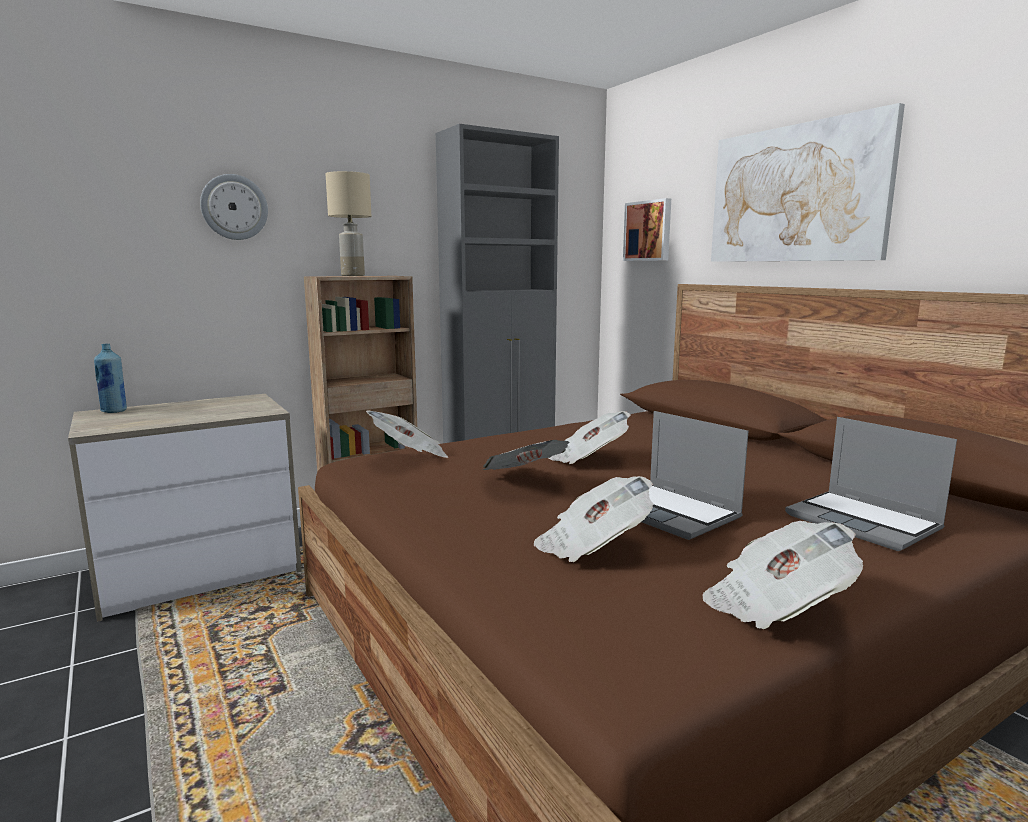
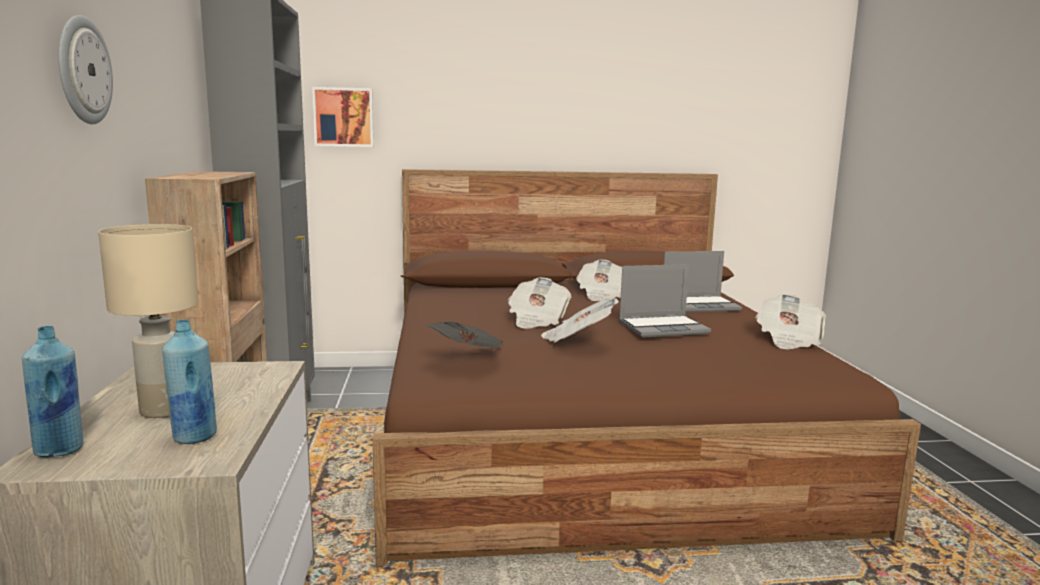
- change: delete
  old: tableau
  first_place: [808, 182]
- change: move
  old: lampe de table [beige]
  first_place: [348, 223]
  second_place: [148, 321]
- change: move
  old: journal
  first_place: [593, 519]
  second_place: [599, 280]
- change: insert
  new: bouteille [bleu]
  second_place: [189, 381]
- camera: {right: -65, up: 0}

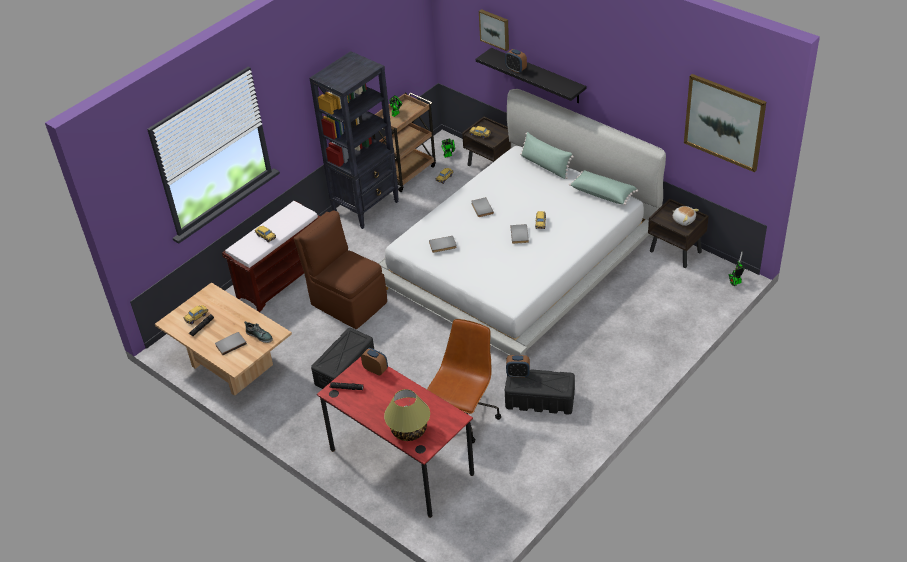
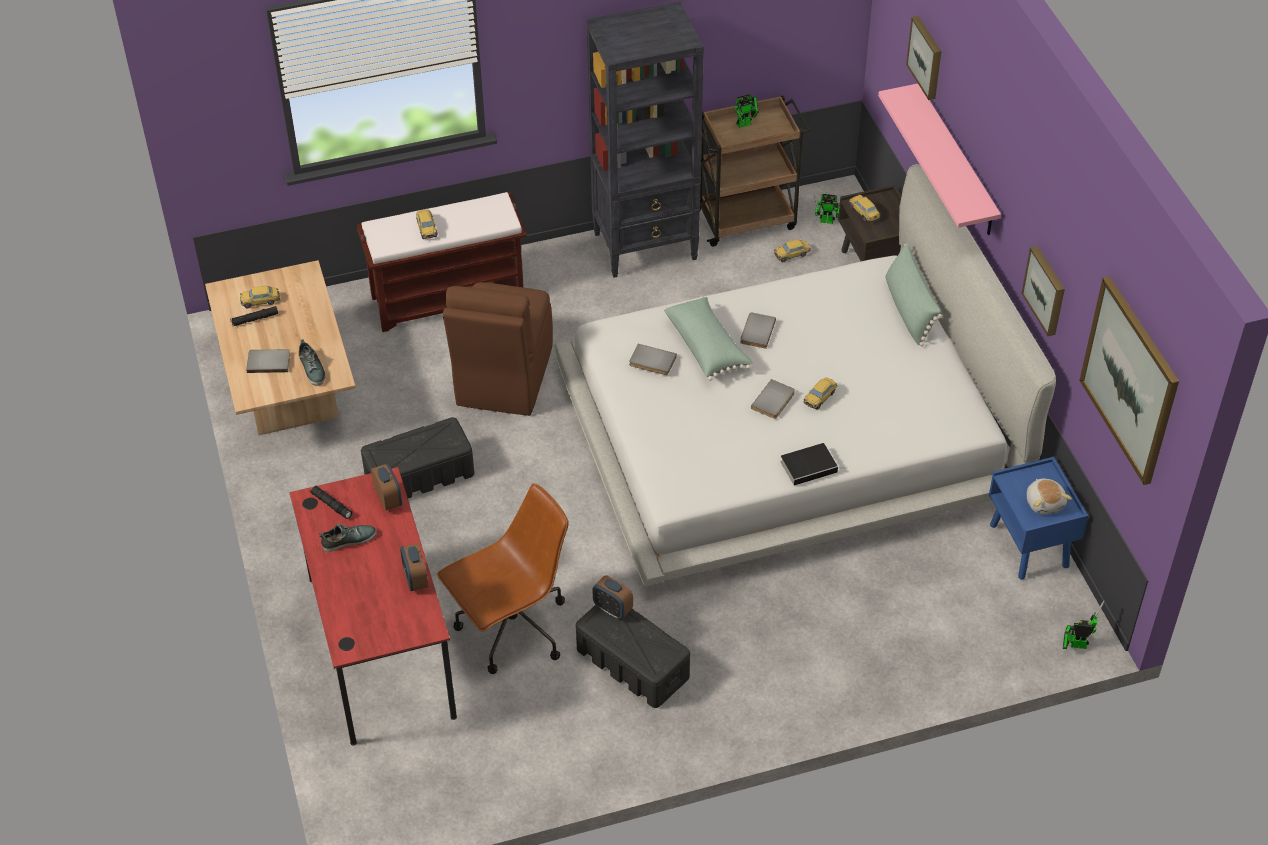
- change: recolor
  old: étagère [noir]
  new: étagère [rose]
  first_place: [531, 75]
  second_place: [939, 159]
- change: move
  old: réveil
  first_place: [516, 61]
  second_place: [414, 567]
- change: move
  old: coussin [vert]
  first_place: [603, 187]
  second_place: [708, 338]
- change: recolor
  old: table de chevet [marron]
  new: table de chevet [bleu]
  first_place: [678, 233]
  second_place: [1038, 518]
- change: rotate
  old: chaise [marron]
  first_place: [340, 269]
  second_place: [498, 349]
  degrees: -150
- change: delete
  old: lampe de table
  first_place: [407, 415]
- change: insert
  new: tableau
  second_place: [1043, 291]
- change: insert
  new: livre
  second_place: [812, 464]
- change: insert
  new: chaussure
  second_place: [347, 538]
- camera: {right: 30, up: 5}

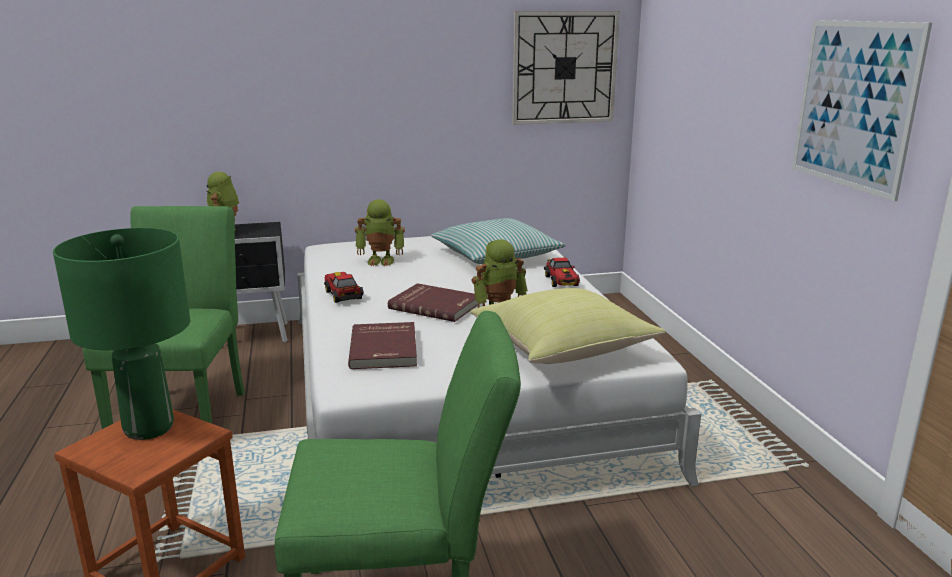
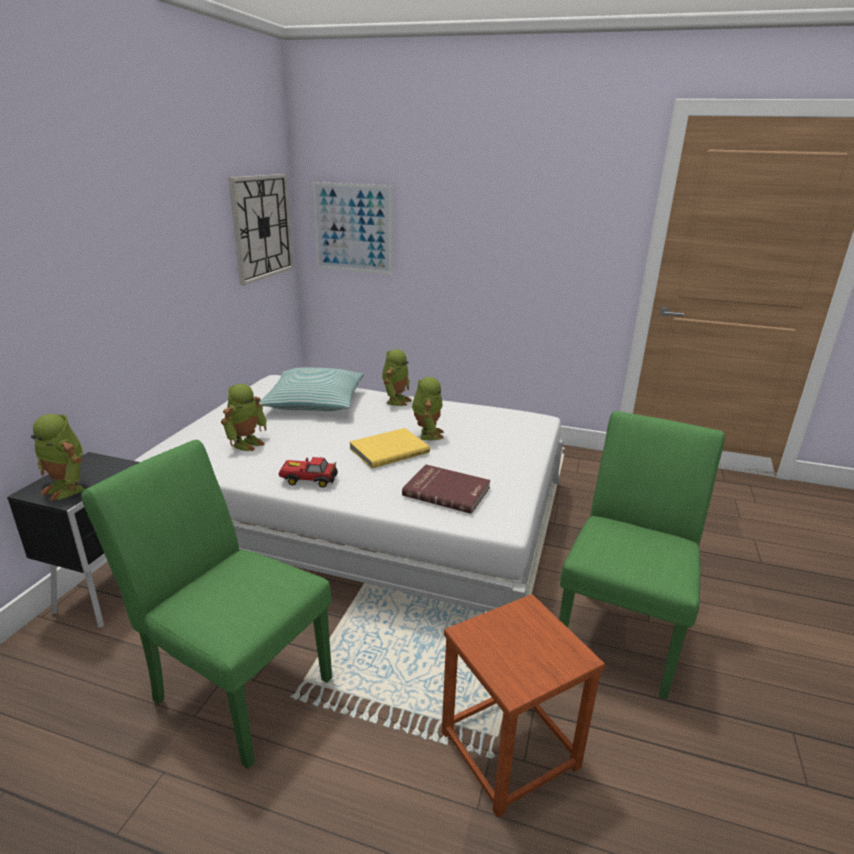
- change: move
  old: tableau
  first_place: [862, 110]
  second_place: [352, 228]
- change: delete
  old: lampe de table [vert]
  first_place: [121, 334]
- change: replace
  old: petite voiture
  new: robot jouet
  first_place: [562, 272]
  second_place: [397, 377]
- change: recolor
  old: livre [rouge]
  new: livre [jaune]
  first_place: [433, 302]
  second_place: [389, 448]
- change: delete
  old: coussin [jaune]
  first_place: [567, 326]
- camera: {right: -60, up: 5}

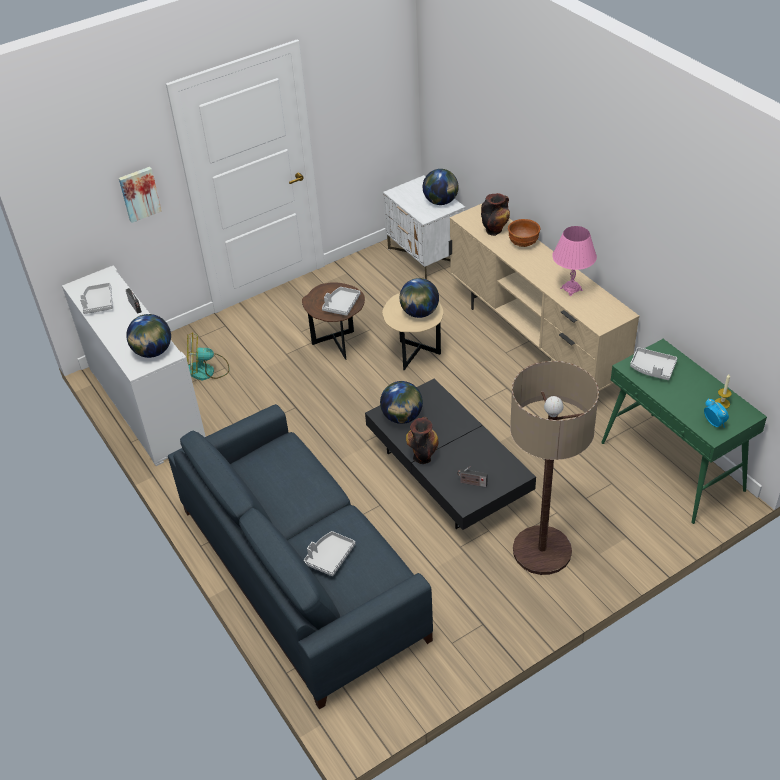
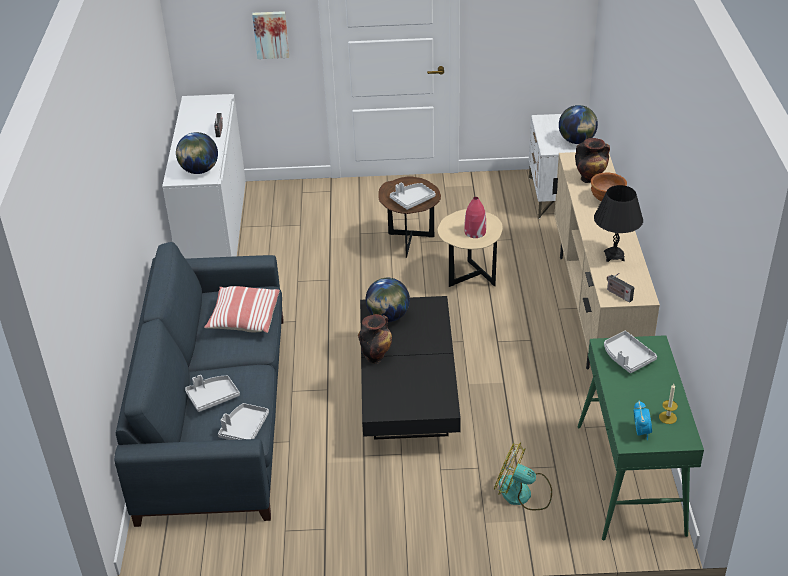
- change: recolor
  old: lampe de table [rose]
  new: lampe de table [noir]
  first_place: [574, 261]
  second_place: [618, 223]
- change: replace
  old: globe
  new: vase [rouge]
  first_place: [419, 298]
  second_place: [475, 217]
- change: move
  old: plateau [gris]
  first_place: [96, 298]
  second_place: [243, 421]
- change: move
  old: ventilateur
  first_place: [208, 356]
  second_place: [523, 476]
- change: delete
  old: lampadaire
  first_place: [554, 468]
- change: move
  old: radio
  first_place: [472, 476]
  second_place: [620, 288]
- change: insert
  new: coussin
  second_place: [242, 309]
- camera: {right: 30, up: -5}

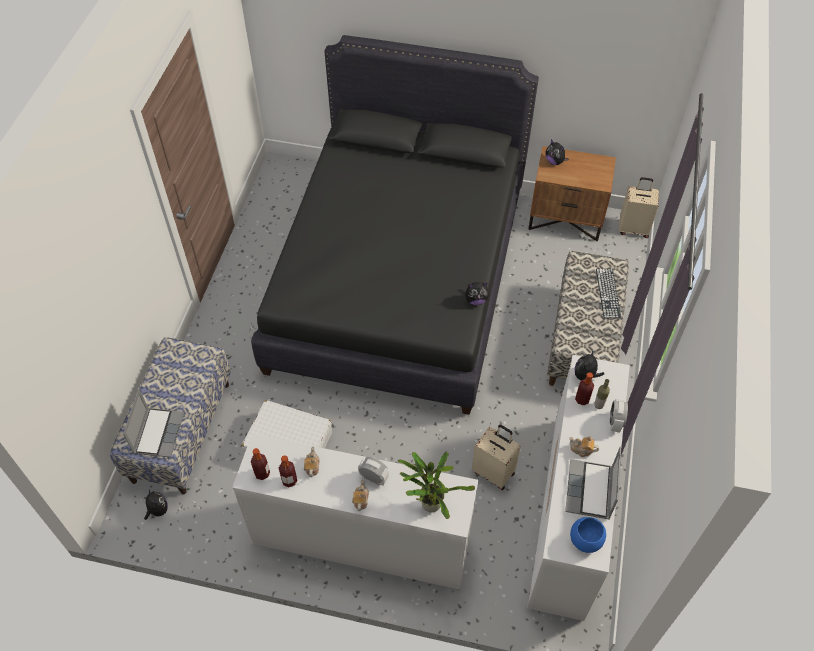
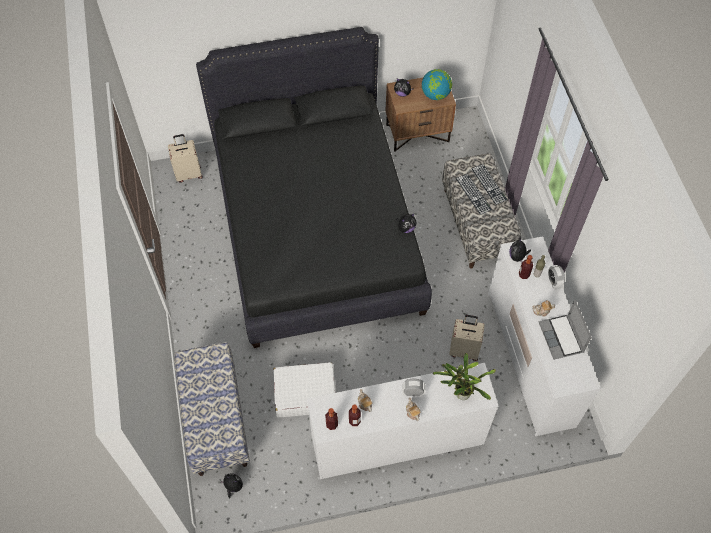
- change: move
  old: valise [beige]
  first_place: [639, 207]
  second_place: [185, 158]
- change: delete
  old: ordinateur portable
  first_place: [153, 423]
- change: delete
  old: bol [bleu]
  first_place: [588, 535]
- change: insert
  new: globe
  second_place: [437, 84]
- change: insert
  new: clavier
  second_place: [474, 194]
- camera: {right: -25, up: 5}

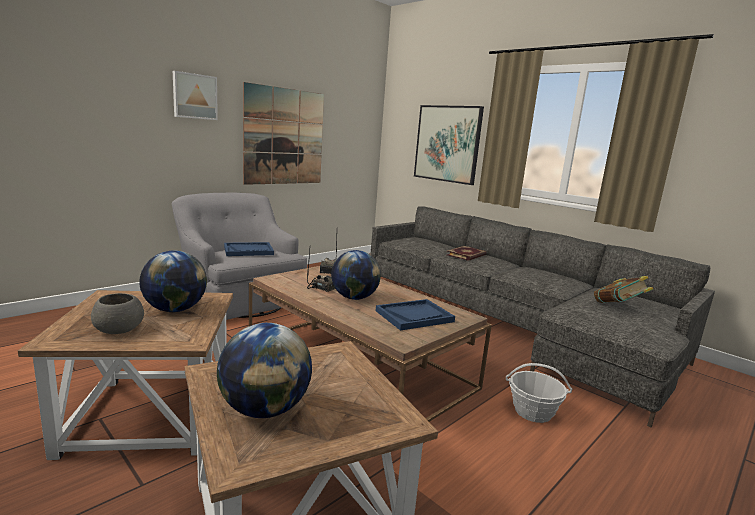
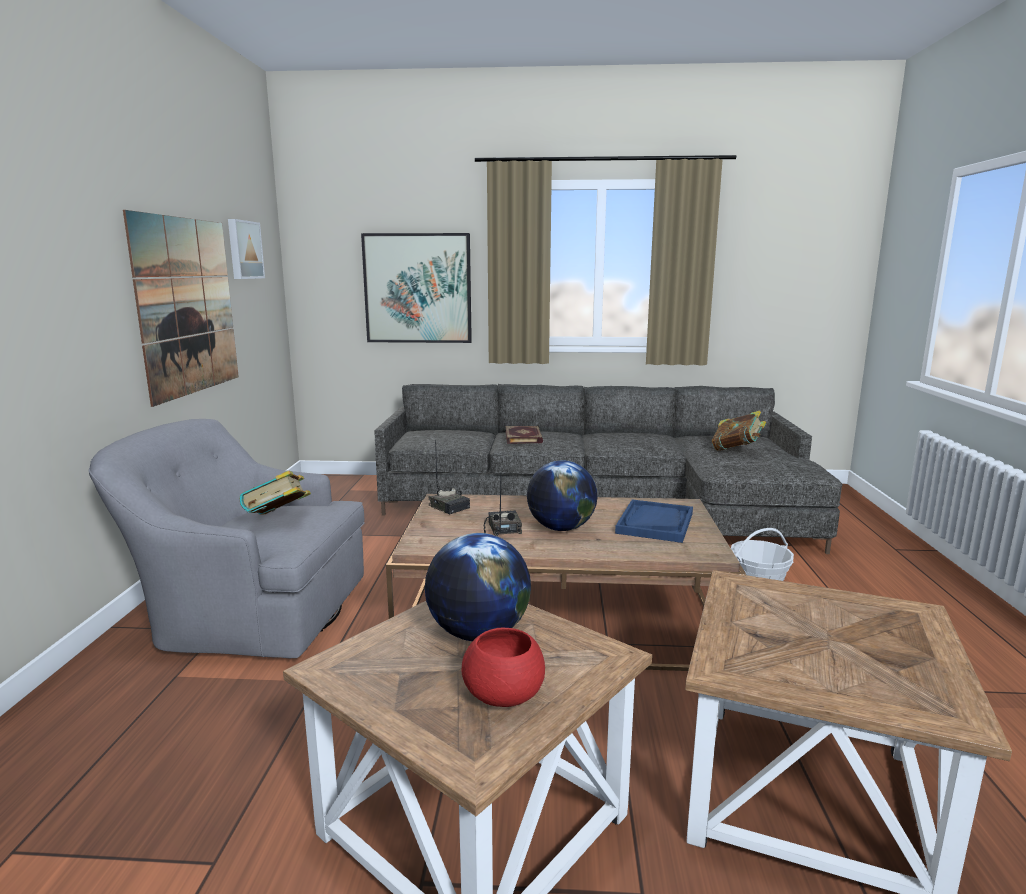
- change: move
  old: tableau
  first_place: [195, 95]
  second_place: [246, 249]
- change: replace
  old: plateau [bleu]
  new: livre
  first_place: [249, 249]
  second_place: [275, 492]
- change: recolor
  old: bol [gris]
  new: bol [rouge]
  first_place: [117, 313]
  second_place: [503, 667]
- change: delete
  old: globe
  first_place: [264, 370]
- camera: {right: -40, up: 0}

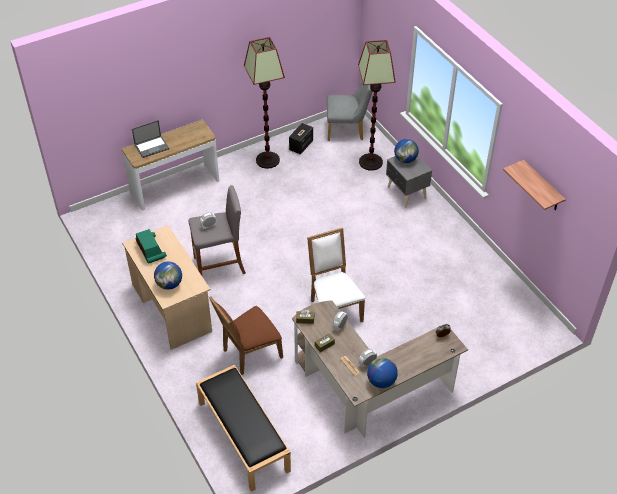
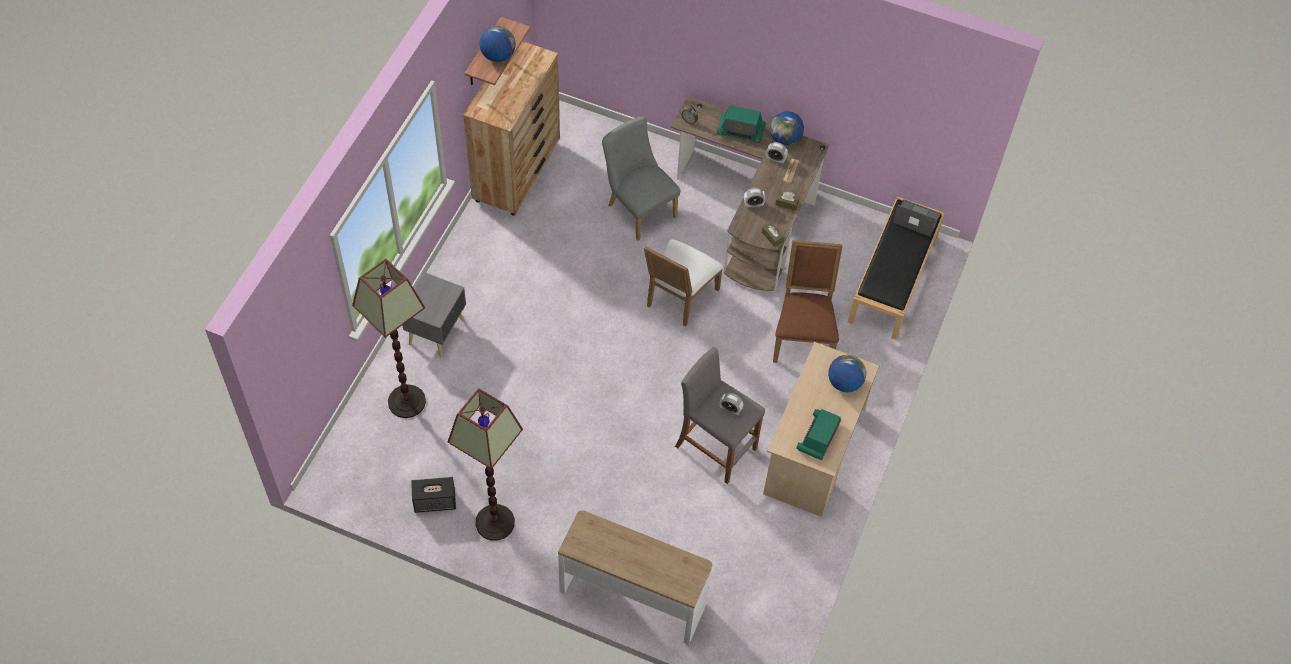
- change: move
  old: chaise [gris]
  first_place: [349, 111]
  second_place: [641, 179]
- change: move
  old: ordinateur portable
  first_place: [150, 139]
  second_place: [917, 217]
- change: move
  old: globe
  first_place: [406, 151]
  second_place: [497, 44]
- change: rotate
  old: chaise [marron]
  first_place: [246, 336]
  second_place: [807, 301]
  degrees: -105
- change: insert
  new: commode [marron]
  second_place: [511, 128]
- change: insert
  new: radio
  second_place: [741, 124]
- camera: {right: -130, up: 10}

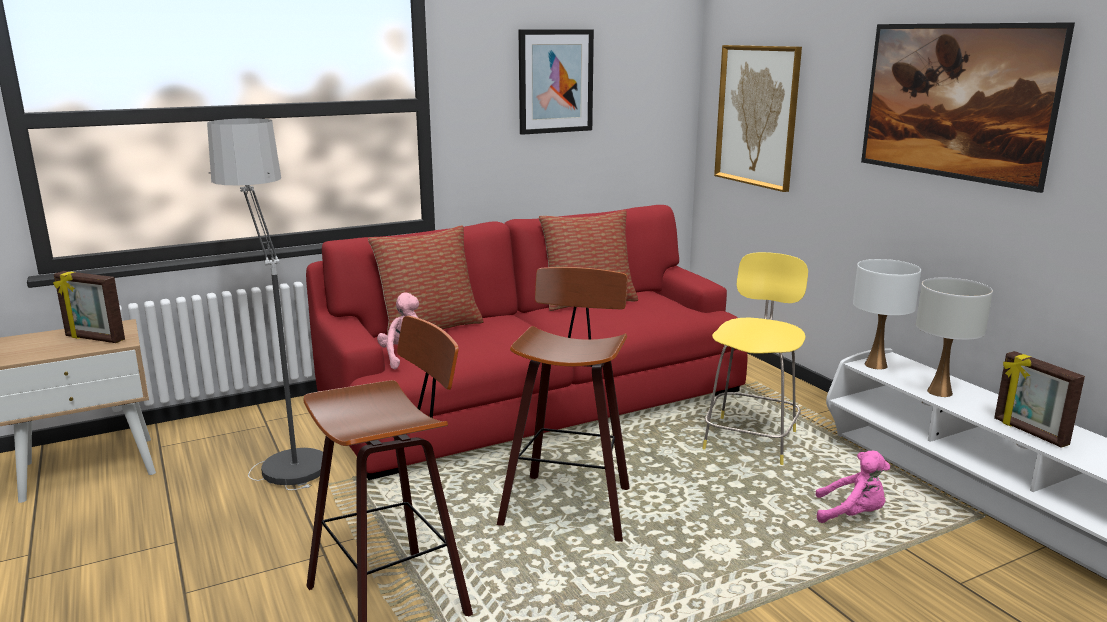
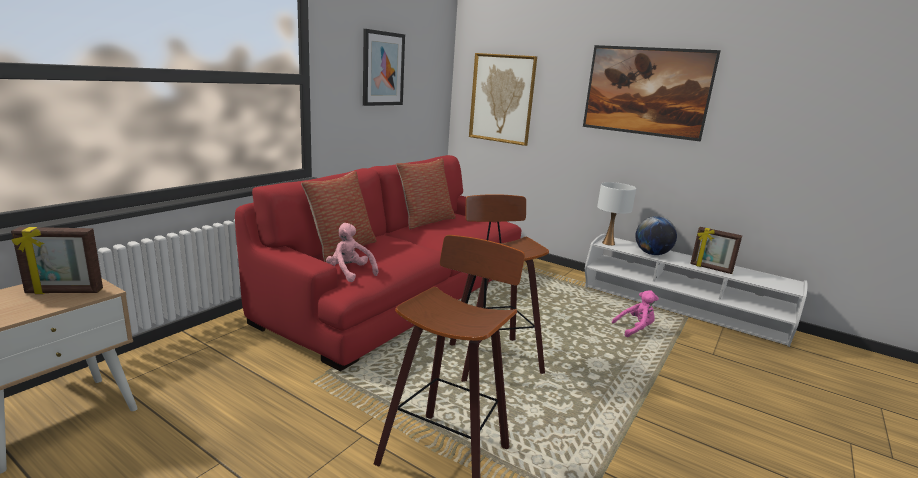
- change: delete
  old: lampadaire
  first_place: [265, 304]
- change: delete
  old: tabouret [jaune]
  first_place: [755, 358]
- change: replace
  old: lampe de table [blanc]
  new: globe
  first_place: [954, 337]
  second_place: [656, 235]
- camera: {right: -30, up: 0}

